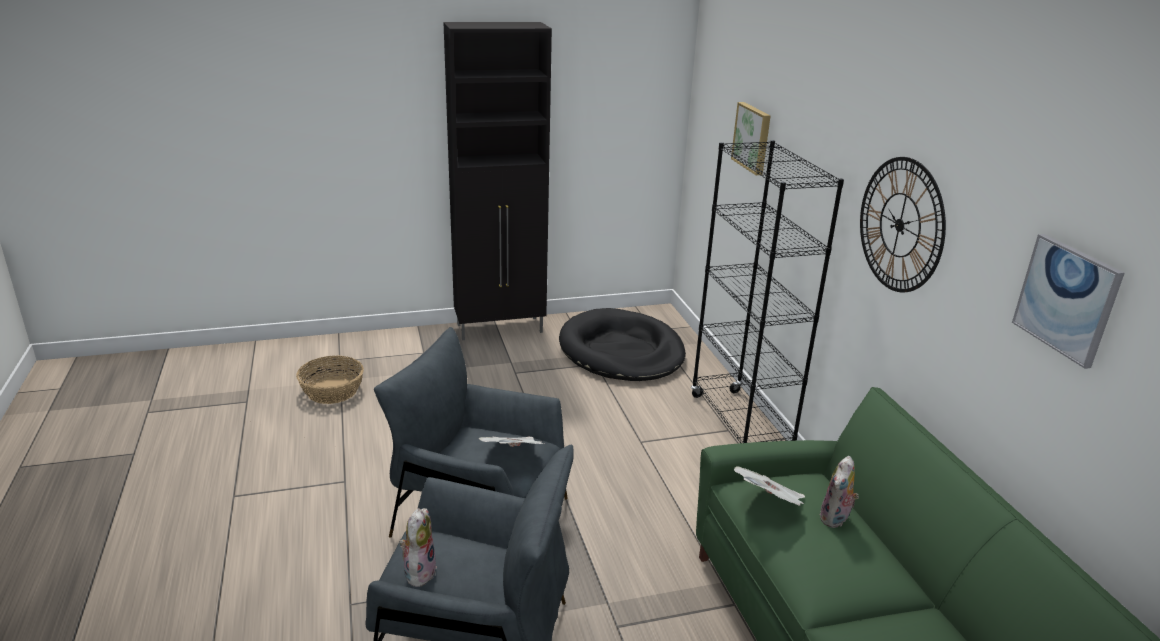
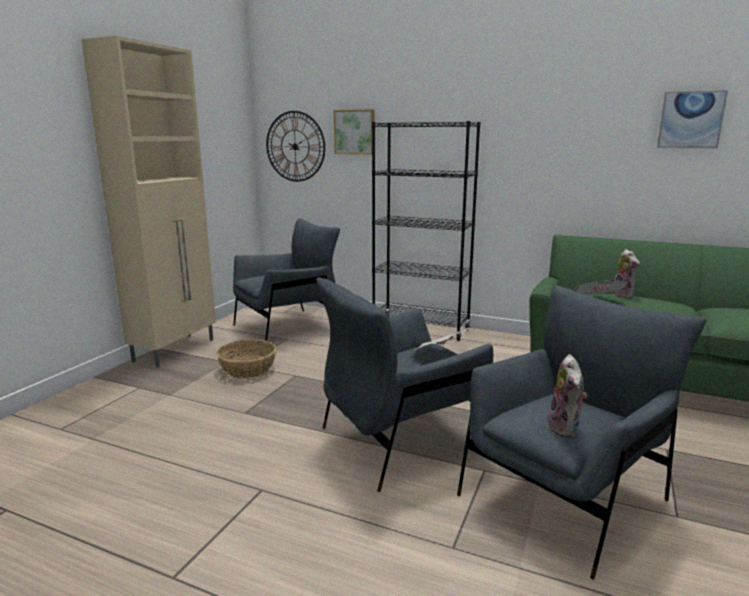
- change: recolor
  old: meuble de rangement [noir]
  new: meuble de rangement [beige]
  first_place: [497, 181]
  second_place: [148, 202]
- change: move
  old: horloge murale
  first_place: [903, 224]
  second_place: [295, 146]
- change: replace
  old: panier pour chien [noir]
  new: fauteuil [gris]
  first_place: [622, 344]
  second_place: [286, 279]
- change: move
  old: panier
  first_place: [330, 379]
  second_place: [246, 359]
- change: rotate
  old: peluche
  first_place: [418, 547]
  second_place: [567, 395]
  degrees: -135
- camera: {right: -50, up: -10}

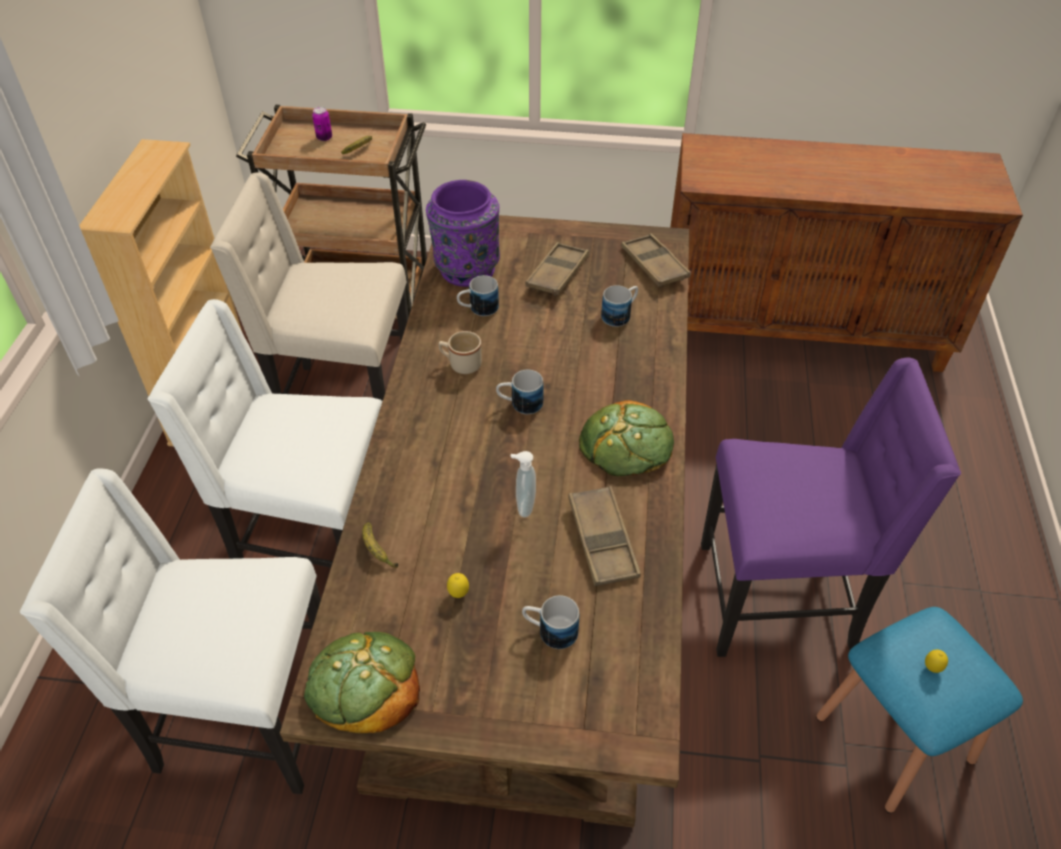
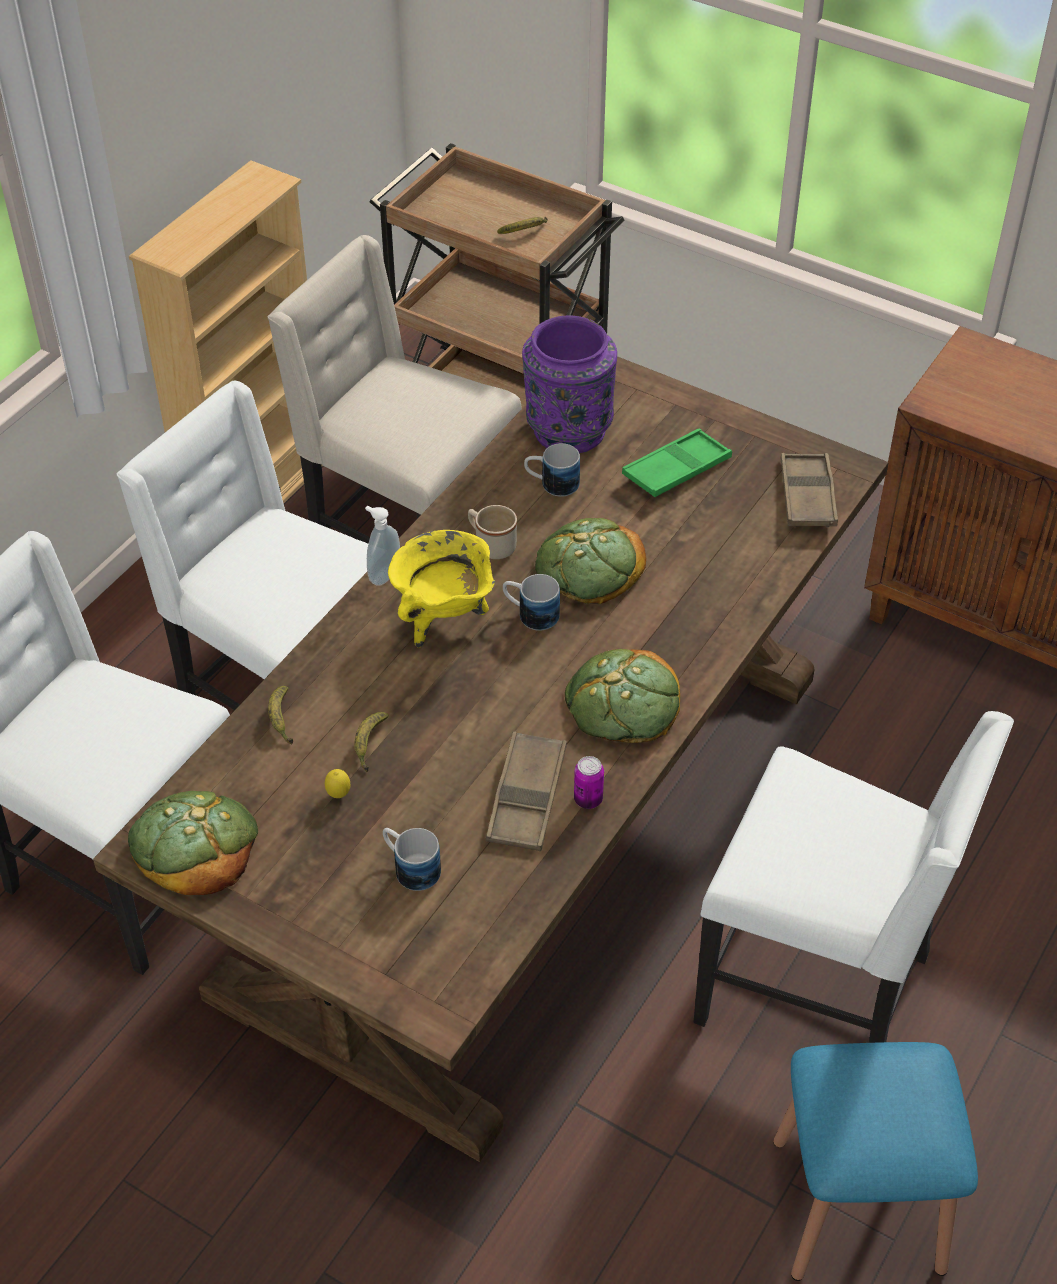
- change: move
  old: boîte métallique
  first_place: [322, 124]
  second_place: [589, 782]
- change: recolor
  old: plateau [marron]
  new: plateau [vert]
  first_place: [557, 268]
  second_place: [677, 462]
- change: delete
  old: mug
  first_place: [619, 306]
- change: recolor
  old: chaise [violet]
  new: chaise [blanc]
  first_place: [831, 507]
  second_place: [853, 877]
- change: move
  old: distributeur de savon
  first_place: [523, 484]
  second_place: [382, 546]
- change: delete
  old: citron
  first_place: [936, 661]
- change: insert
  new: pain
  second_place: [590, 561]
- change: insert
  new: marmite [jaune]
  second_place: [441, 588]
- change: insert
  new: banane
  second_place: [371, 742]
- camera: {right: 25, up: 0}

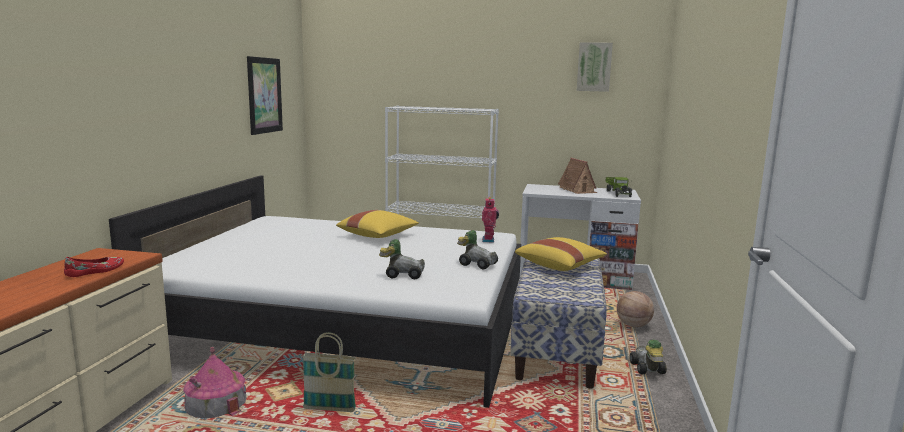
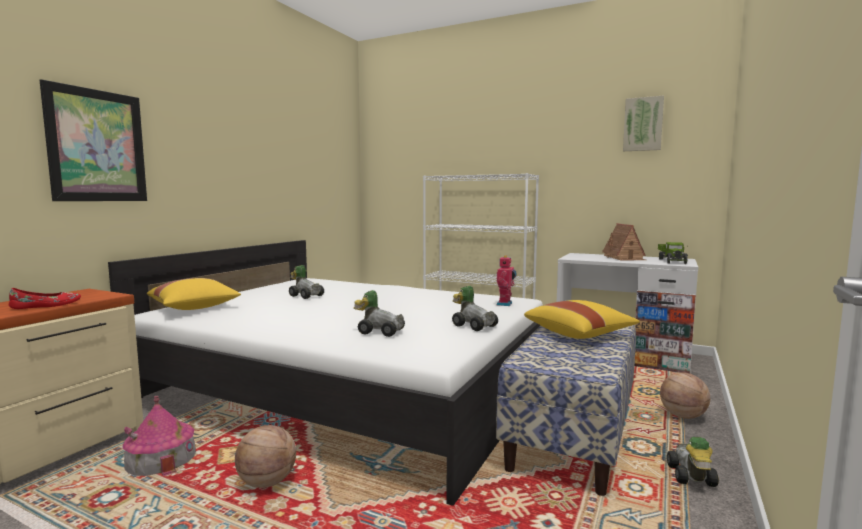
- change: move
  old: tableau
  first_place: [265, 95]
  second_place: [93, 140]
- change: move
  old: coussin [jaune]
  first_place: [377, 224]
  second_place: [194, 294]
- change: replace
  old: panier
  new: ballon de basket
  first_place: [329, 372]
  second_place: [265, 456]
- change: insert
  new: petite voiture
  second_place: [306, 282]
- camera: {right: 15, up: -5}

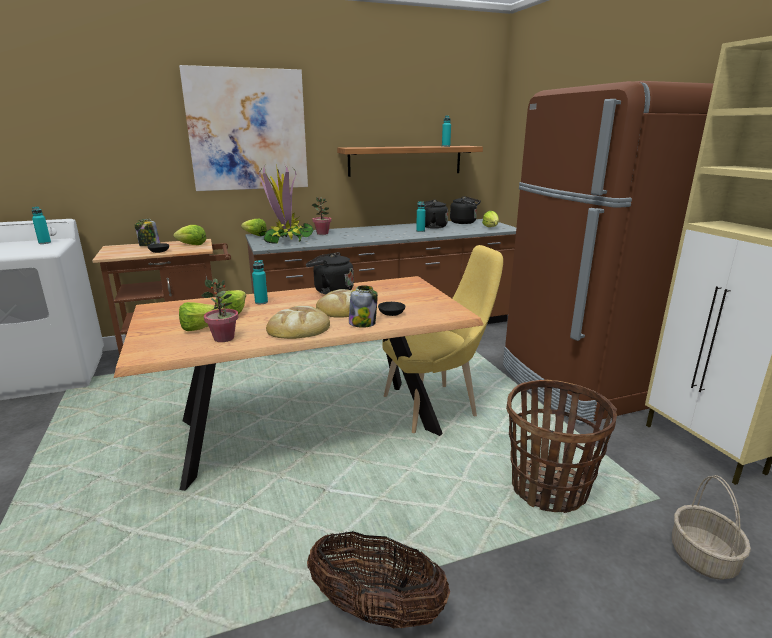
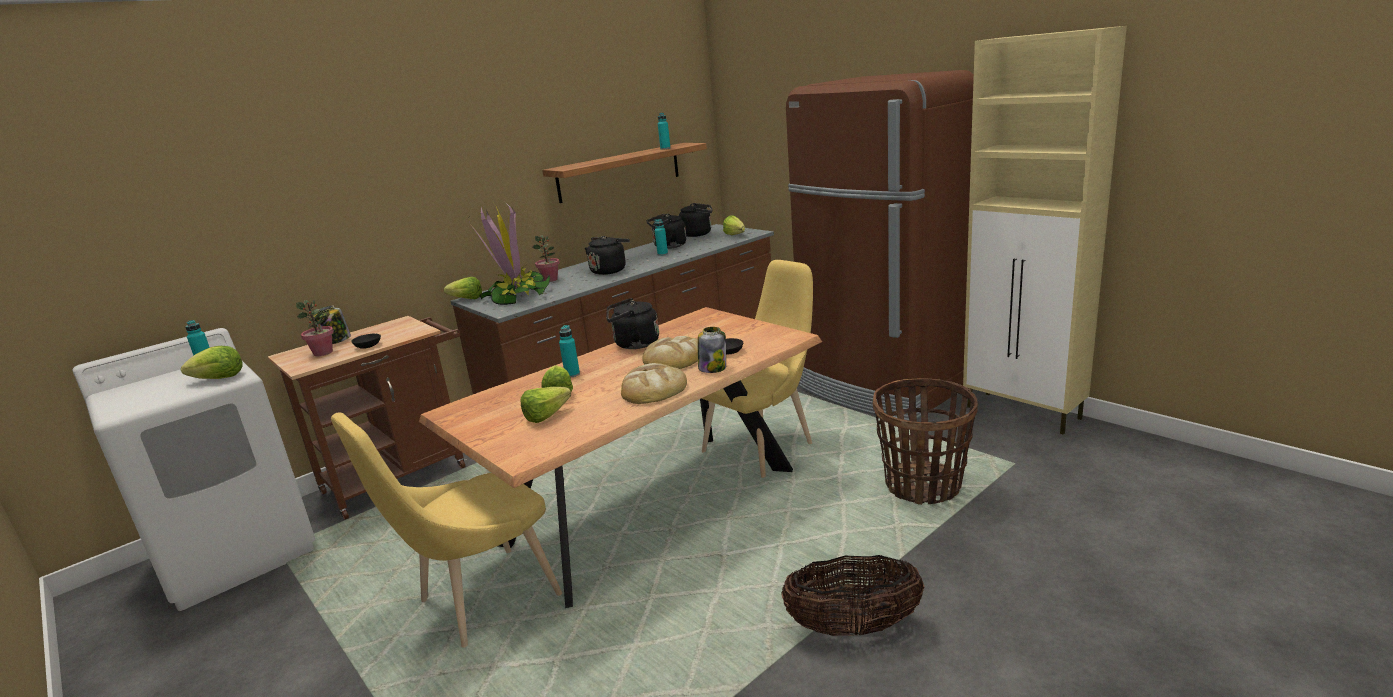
- change: delete
  old: tableau
  first_place: [243, 128]
- change: move
  old: laitue
  first_place: [189, 235]
  second_place: [212, 362]
- change: move
  old: plante en pot
  first_place: [219, 310]
  second_place: [315, 328]
- change: delete
  old: panier
  first_place: [711, 527]
- change: insert
  new: bouilloire [noir]
  second_place: [607, 255]
- change: insert
  new: chaise [jaune]
  second_place: [446, 530]
- camera: {right: -20, up: 0}

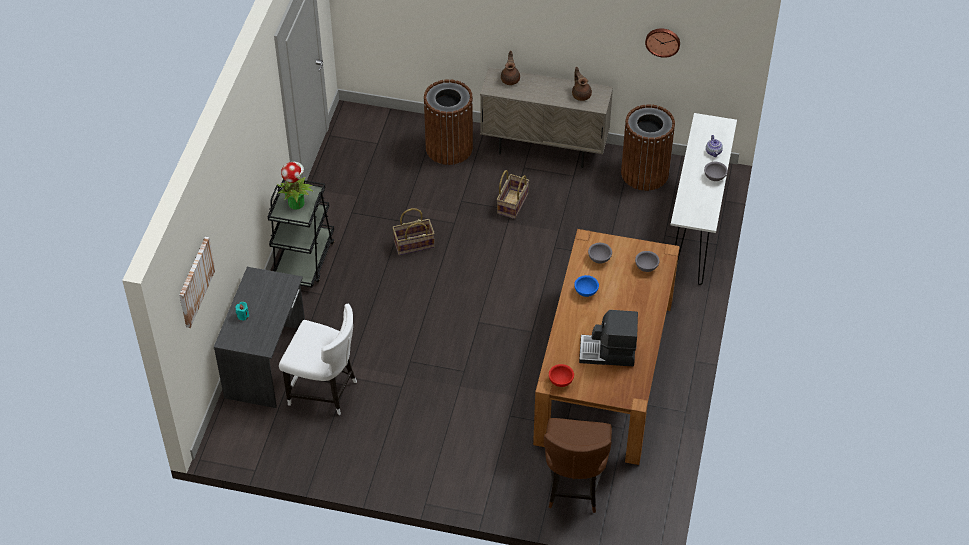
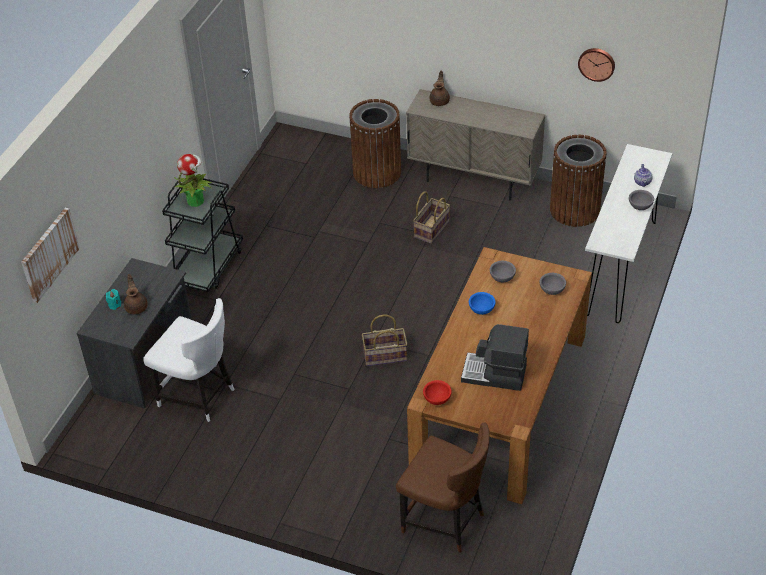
- change: move
  old: théière [marron]
  first_place: [582, 84]
  second_place: [136, 294]
- change: move
  old: panier
  first_place: [413, 231]
  second_place: [385, 340]
- change: rotate
  old: chaise [marron]
  first_place: [578, 465]
  second_place: [443, 488]
  degrees: -75
- camera: {right: 10, up: -5}

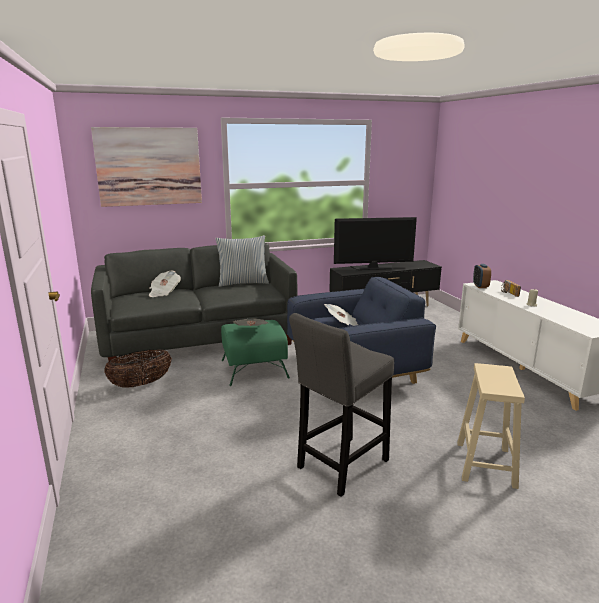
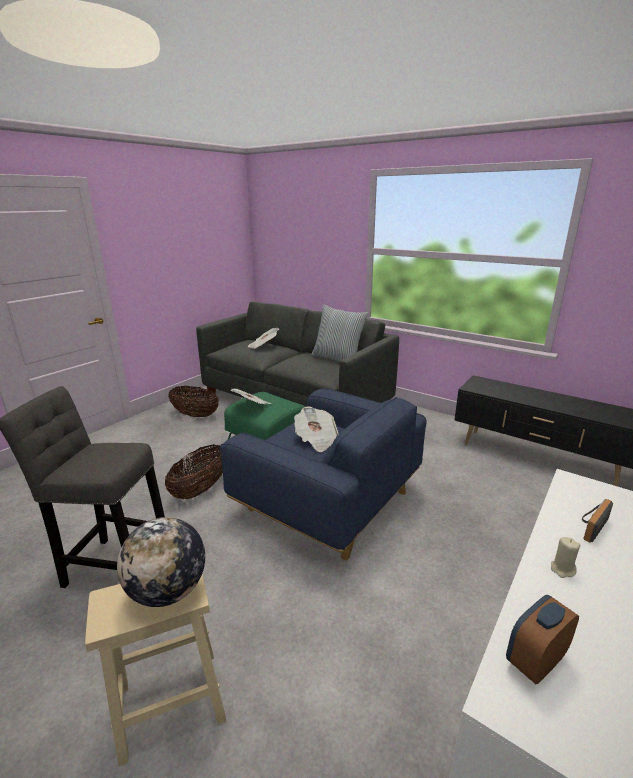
- change: delete
  old: tableau
  first_place: [146, 167]
- change: delete
  old: téléviseur
  first_place: [375, 243]
- change: move
  old: réveil
  first_place: [482, 276]
  second_place: [542, 639]
- change: insert
  new: panier
  second_place: [194, 471]
- change: insert
  new: globe
  second_place: [161, 562]
- camera: {right: 55, up: 5}

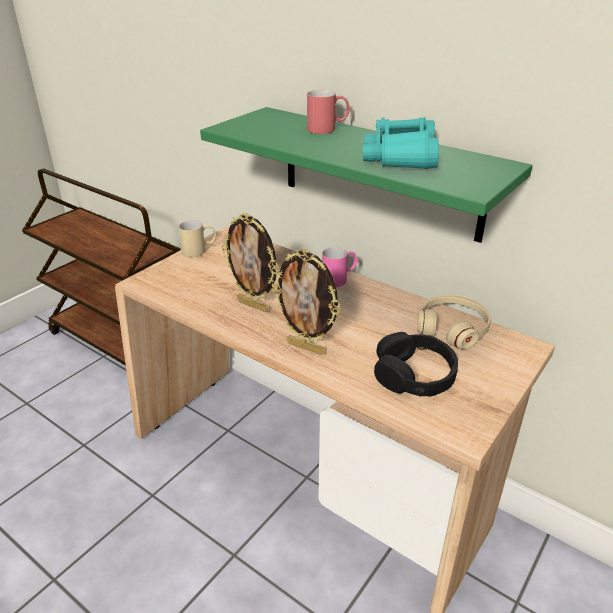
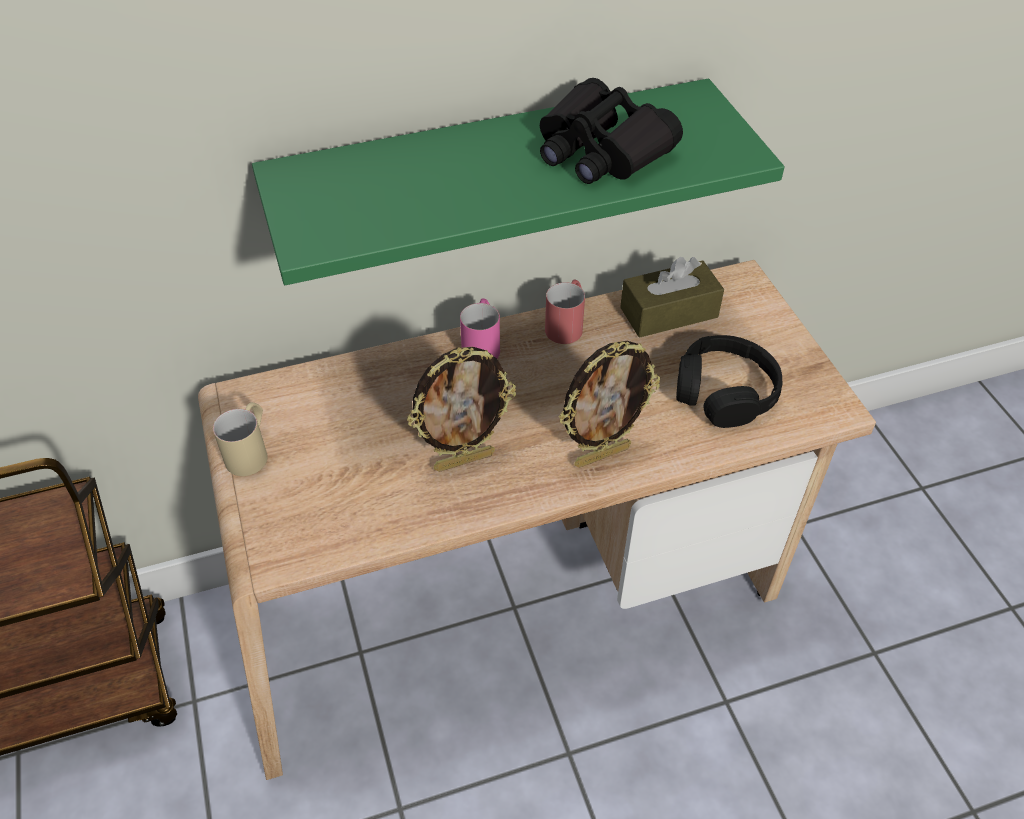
- change: move
  old: mug [rouge]
  first_place: [328, 112]
  second_place: [565, 312]
- change: recolor
  old: jumelles [turquoise]
  new: jumelles [noir]
  first_place: [401, 143]
  second_place: [611, 131]
- change: replace
  old: casque audio [beige]
  new: boîte à mouchoirs [marron]
  first_place: [454, 322]
  second_place: [672, 297]
- camera: {right: -55, up: 15}

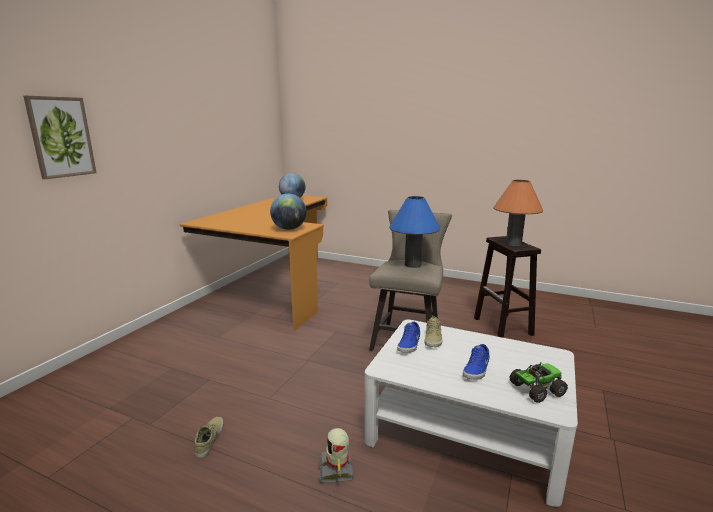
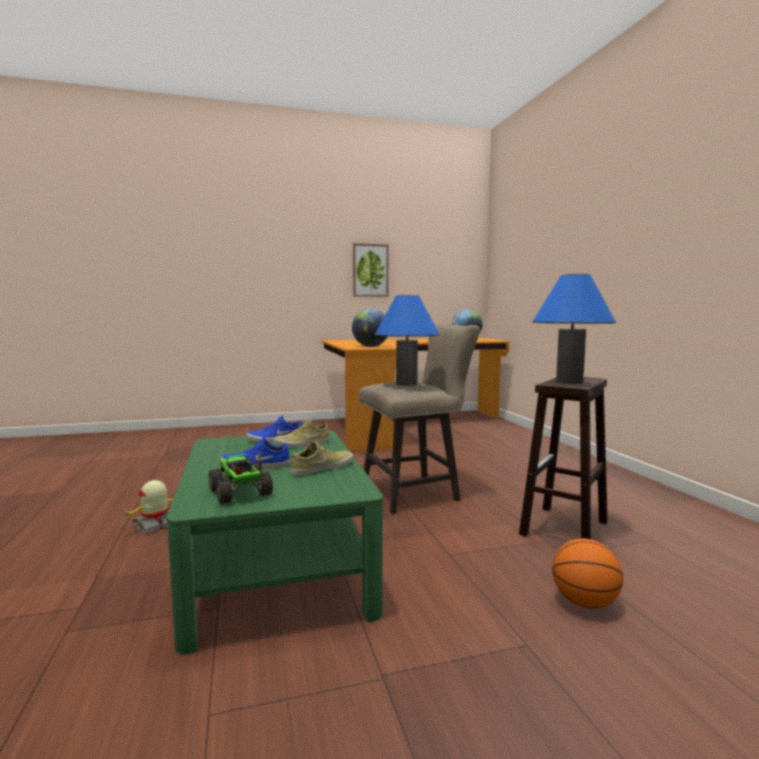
- change: move
  old: tableau
  first_place: [60, 137]
  second_place: [371, 270]
- change: recolor
  old: lampe de table [orange]
  new: lampe de table [bleu]
  first_place: [518, 213]
  second_place: [574, 329]
- change: recolor
  old: table basse [blanc]
  new: table basse [vert]
  first_place: [471, 413]
  second_place: [274, 542]
- change: rotate
  old: camion jouet
  first_place: [538, 382]
  second_place: [241, 479]
  degrees: -150
- change: move
  old: chaussure [beige]
  first_place: [208, 437]
  second_place: [322, 458]
- change: insert
  new: ballon de basket
  second_place: [587, 573]
- camera: {right: 50, up: -10}

